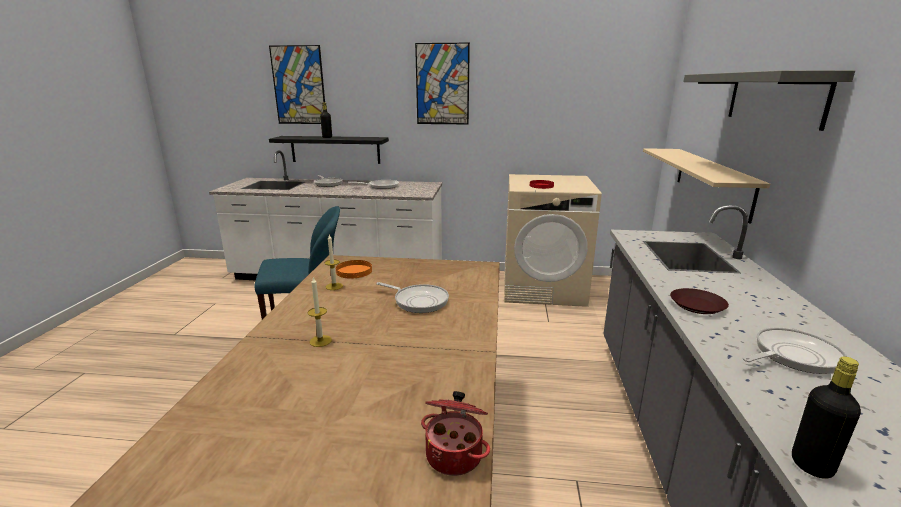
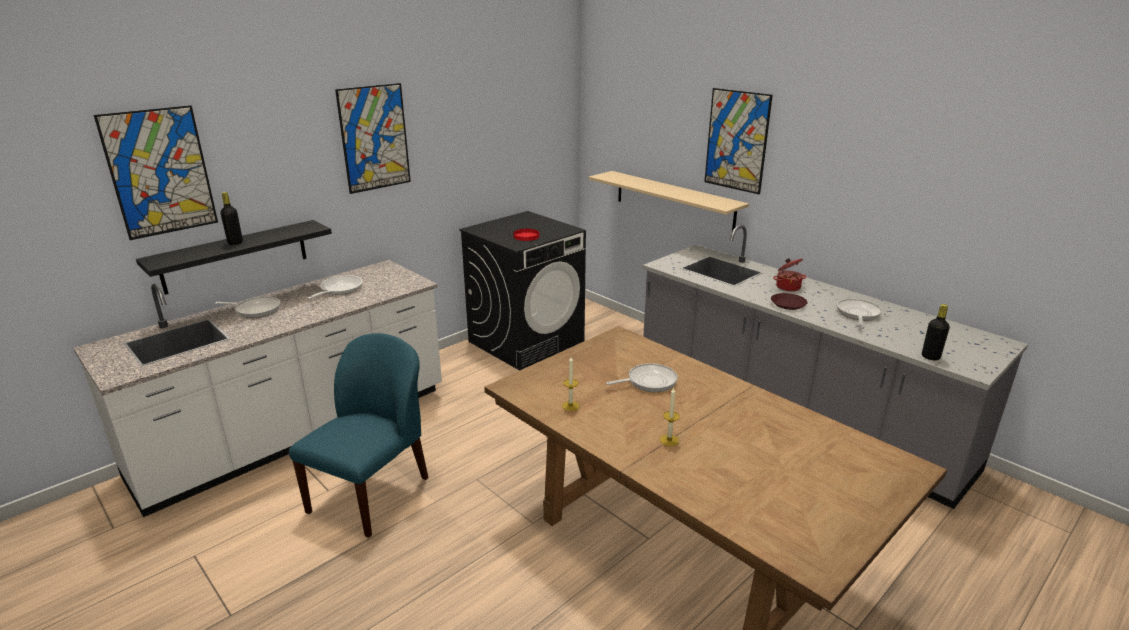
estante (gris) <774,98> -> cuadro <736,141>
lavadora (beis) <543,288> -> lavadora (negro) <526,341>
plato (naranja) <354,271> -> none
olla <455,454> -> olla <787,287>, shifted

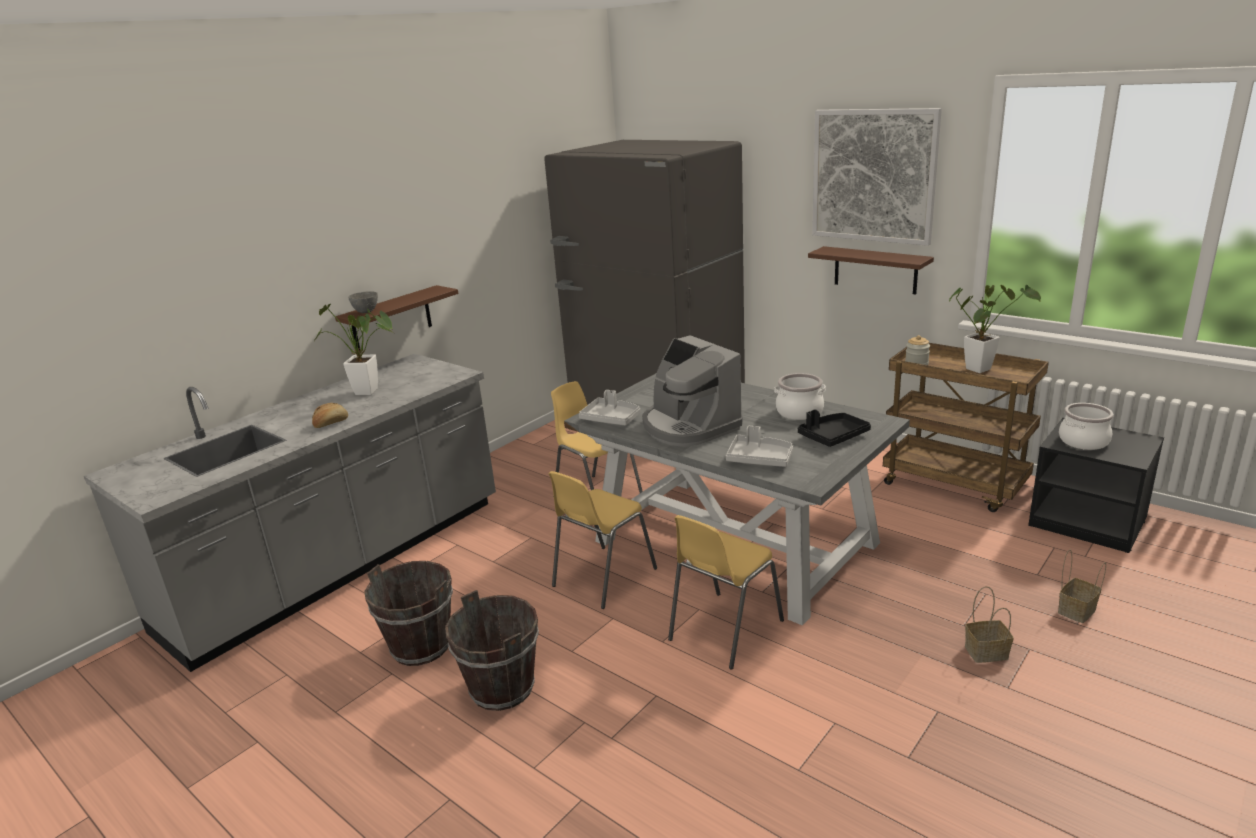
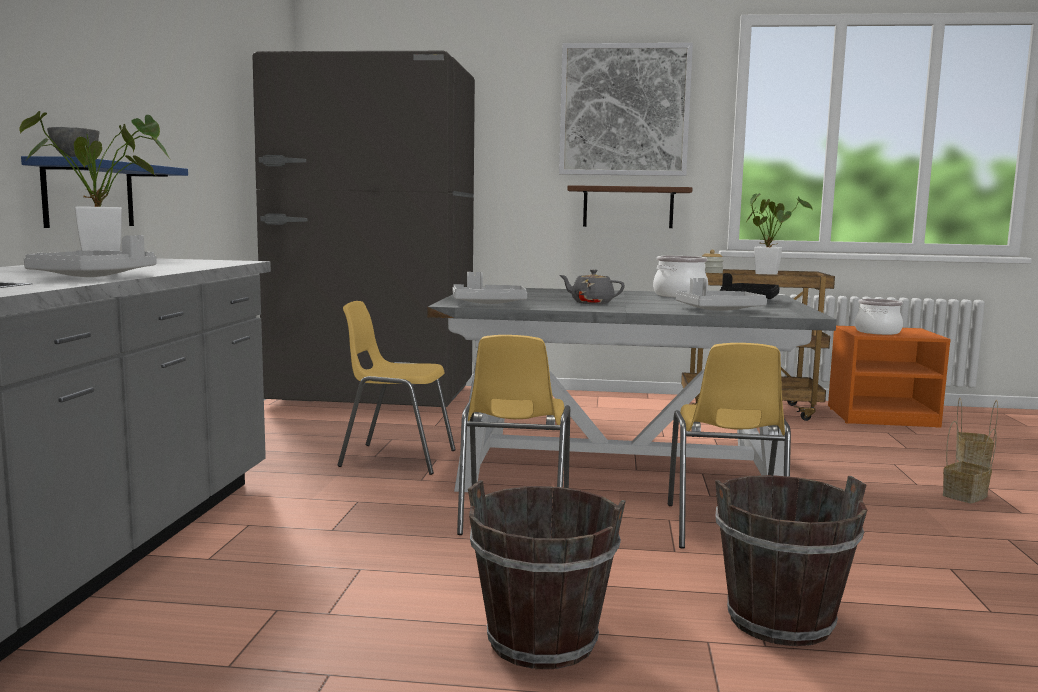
estante (marrón) <391,319> -> estante (azul) <89,195>
cafetera <689,426> -> tetera (gris) <591,303>
pan <331,423> -> bandeja (gris) <95,276>
mesita de noche (negro) <1088,522> -> mesita de noche (naranja) <882,417>
cubo (marrón) <421,646> -> cubo (marrón) <780,620>, shifted

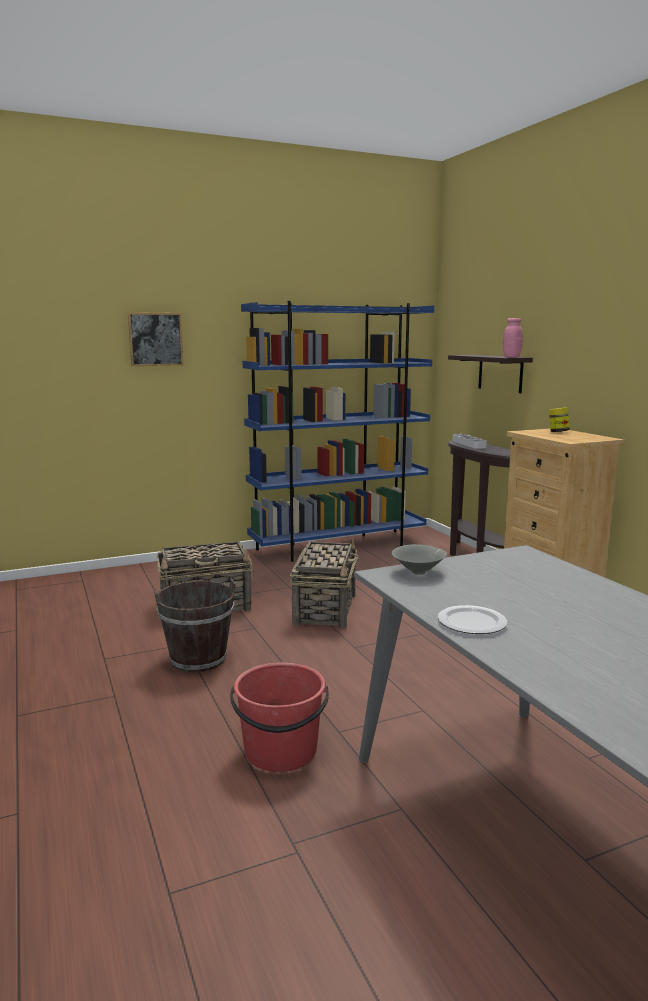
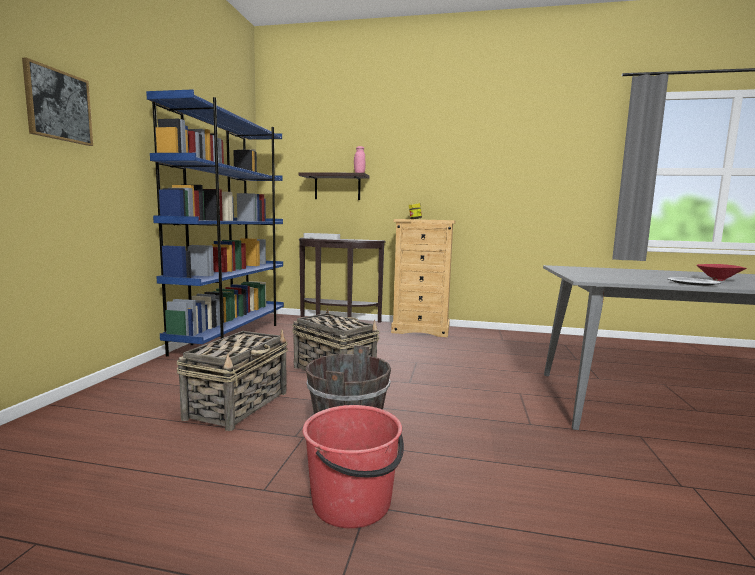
cuenco (gris) <419,572> -> none
cubo (rojo) <281,751> -> cubo (rojo) <353,502>, shifted
none -> cuenco (rojo) <719,280>

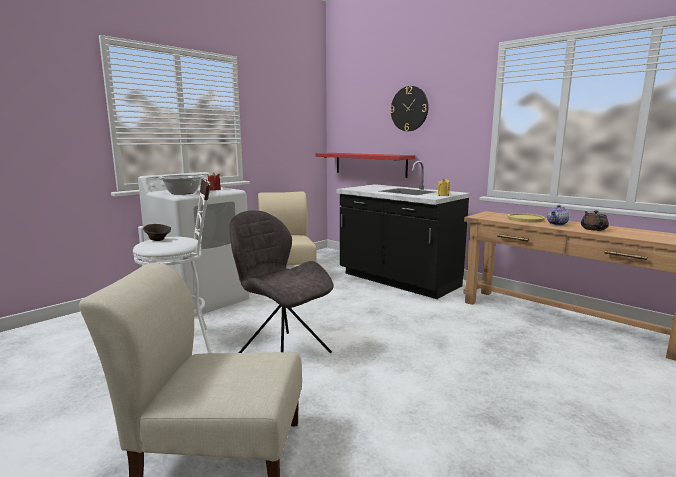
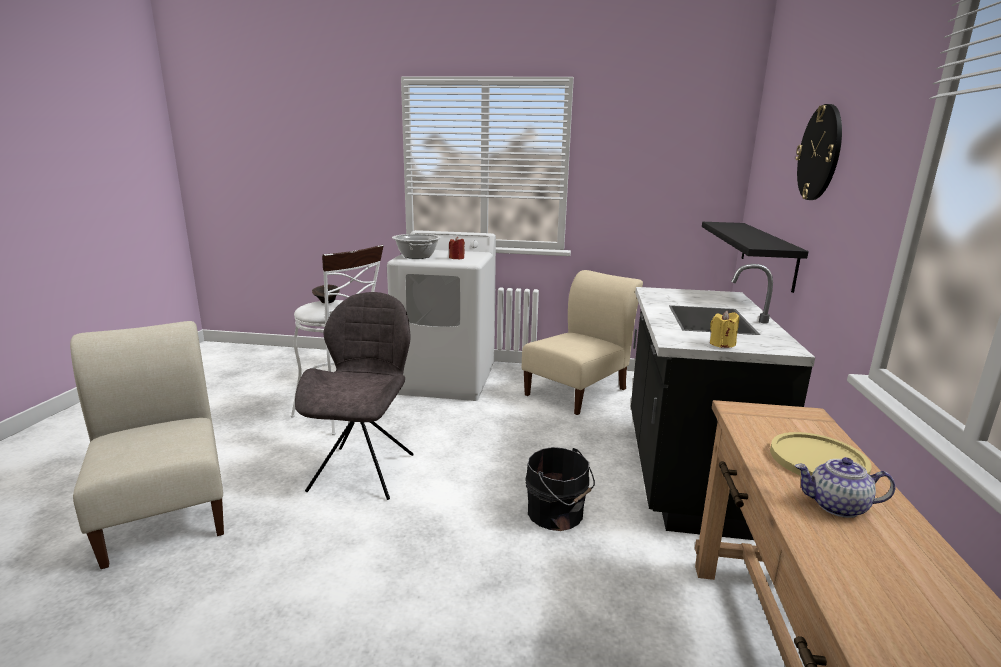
estante (rojo) <370,164> -> estante (negro) <767,254>
tetera (marrón) <593,229> -> none
none -> cubo (negro) <557,514>

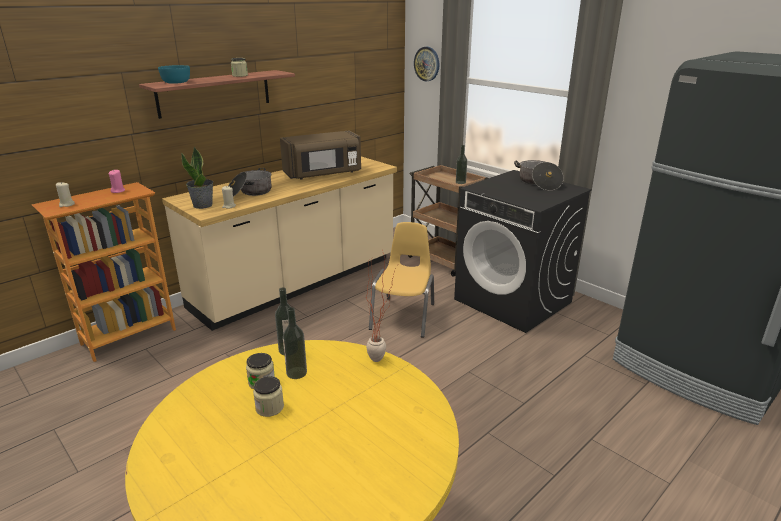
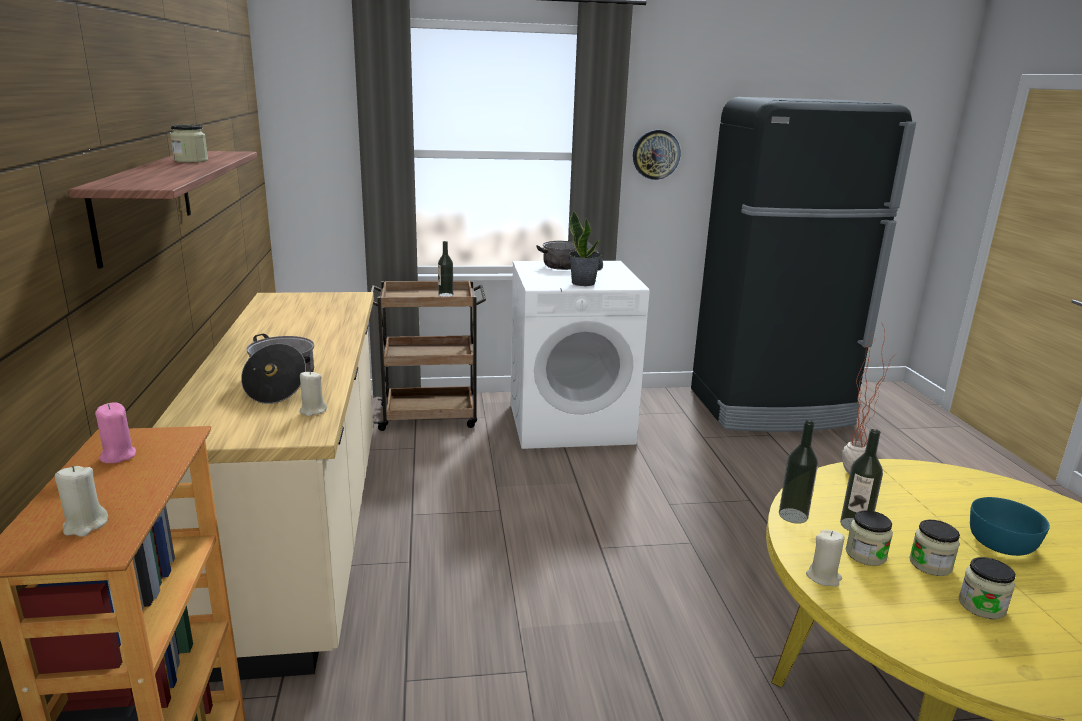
reloj de pared <427,64> -> reloj de pared <656,154>, shifted
cuenco (turquesa) <176,82> -> cuenco (turquesa) <1000,543>, shifted
microondas (marrón) <323,174> -> none
planta en maceta <203,205> -> planta en maceta <583,283>, shifted
lavadora (negro) <513,301> -> lavadora (blanco) <571,422>
silla (amarillo) <404,316> -> none
none -> vela (beis) <823,577>
none -> tarro <981,605>

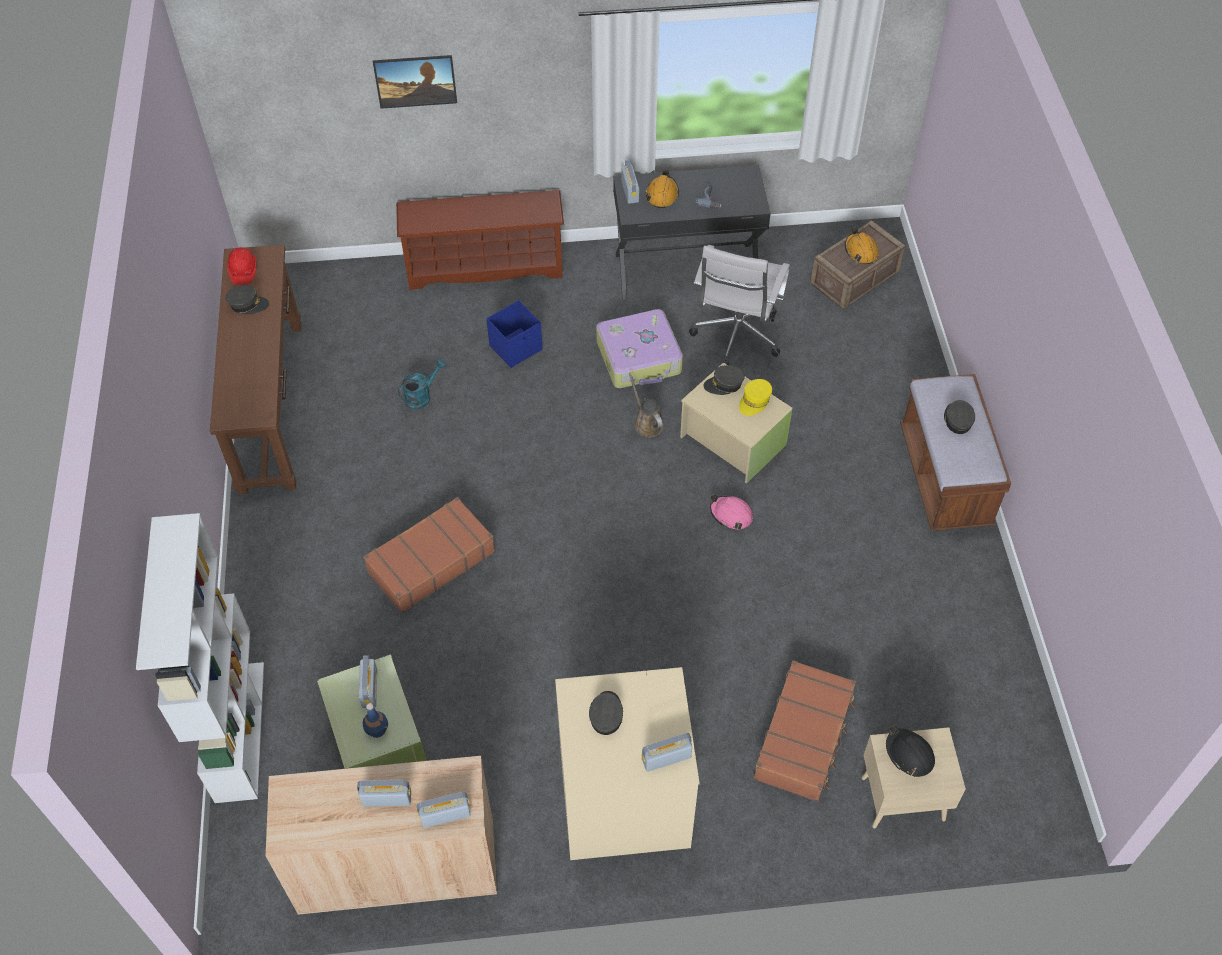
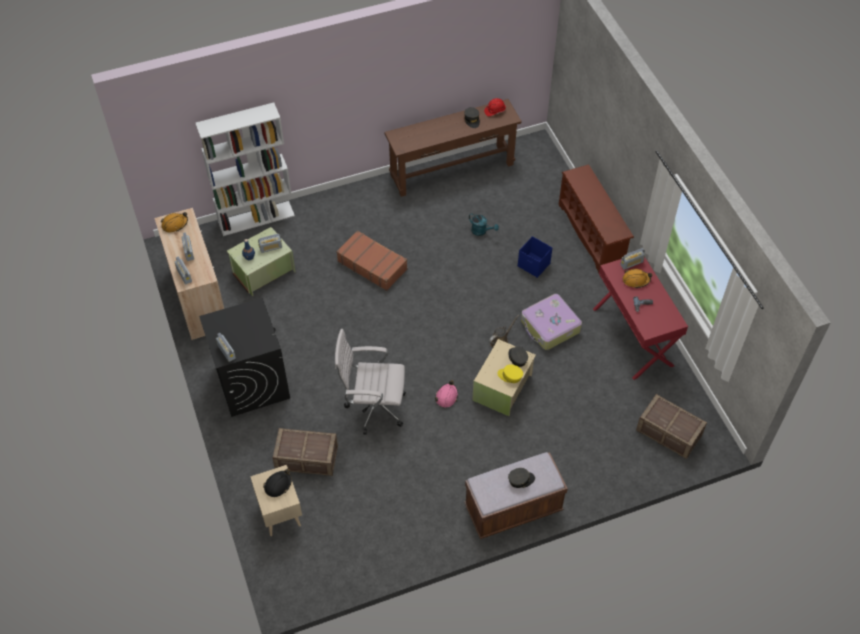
cuadro <417,93> -> none
escritorio (negro) <686,270> -> escritorio (rojo) <633,336>
casco (naranja) <860,251> -> casco (naranja) <175,224>, shifted
silla de oficina (blanco) <735,338> -> silla de oficina (blanco) <373,408>, shifted
maleta (marrón) <804,737> -> caja de embalaje <307,458>
lavadora (beis) <623,800> -> lavadora (negro) <251,381>
gorra (gris) <606,715> -> none

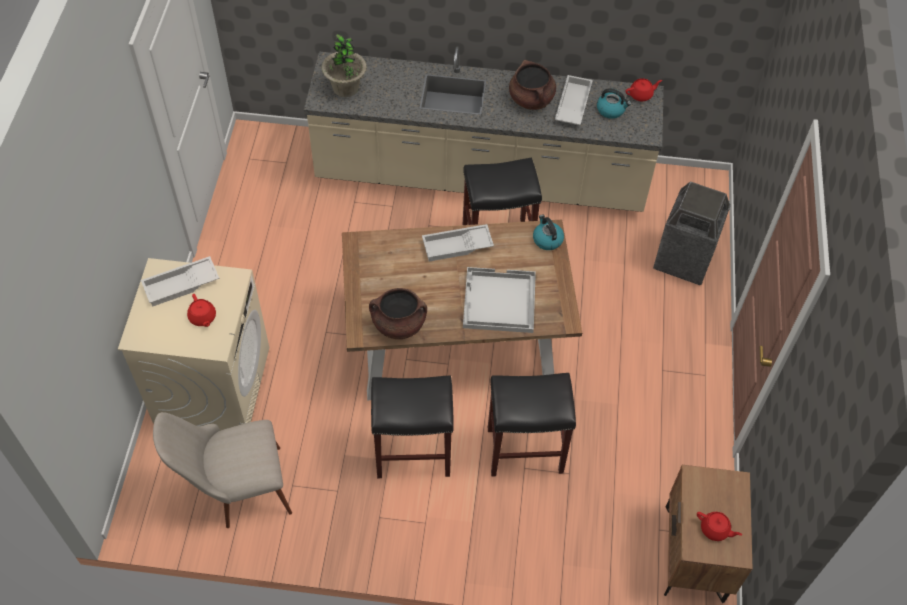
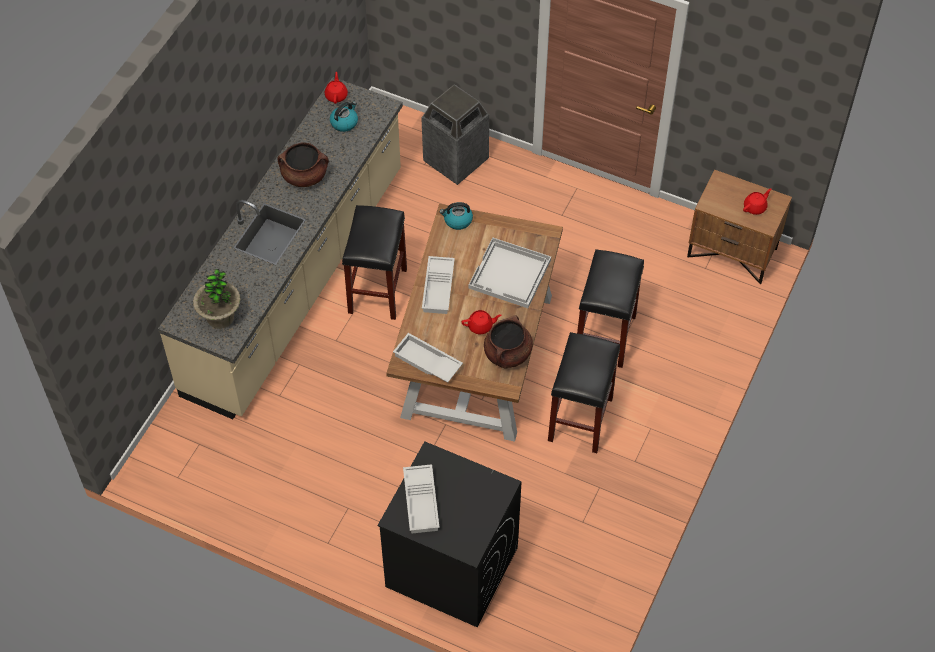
bandeja (blanco) <572,104> -> bandeja (blanco) <426,362>, shifted
lavadora (beis) <212,384> -> lavadora (negro) <451,567>
tetera (rojo) <202,317> -> tetera (rojo) <480,326>, shifted
silla (beis) <237,490> -> none

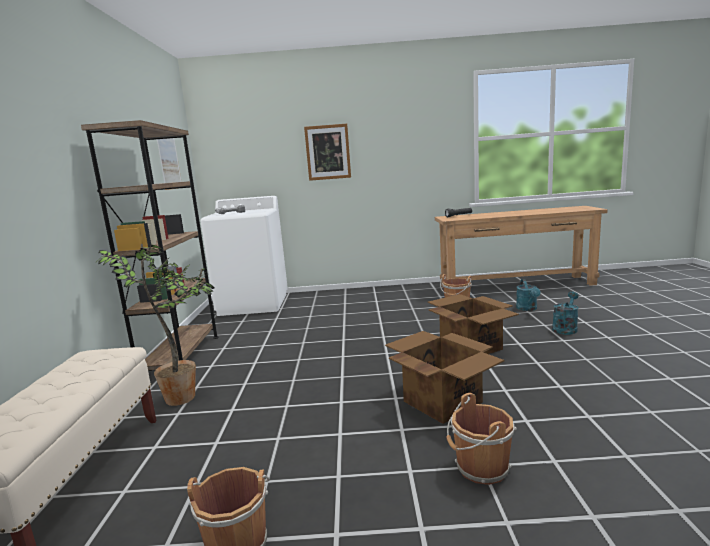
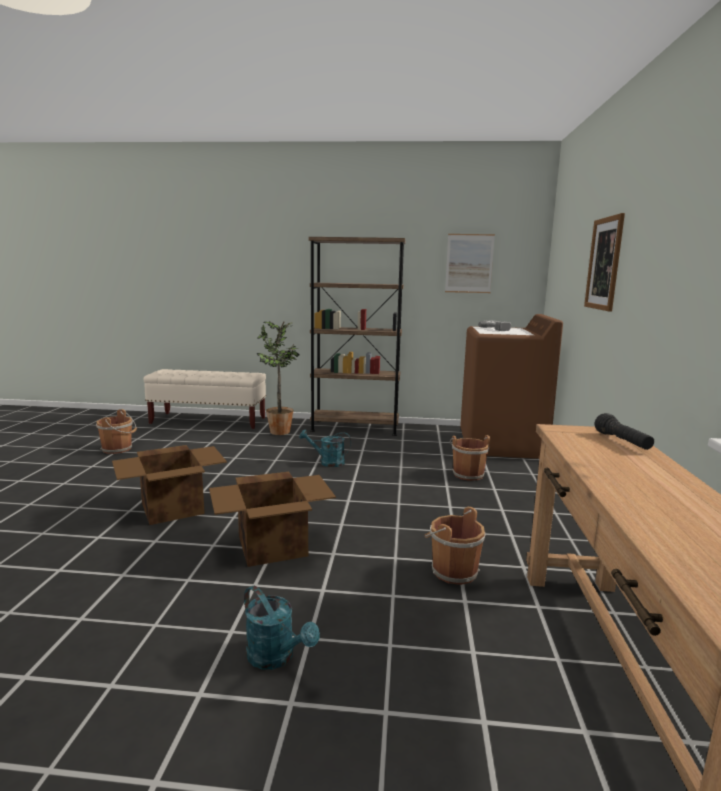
lavadora (blanco) <254,304> -> lavadora (marrón) <501,445>
regadera (turquesa) <528,309> -> regadera (turquesa) <327,462>, shifted
cubo (marrón) <480,468> -> cubo (marrón) <467,474>, shifted

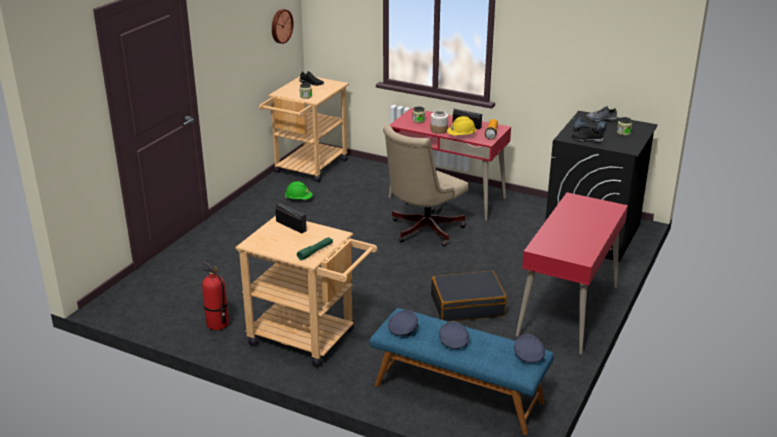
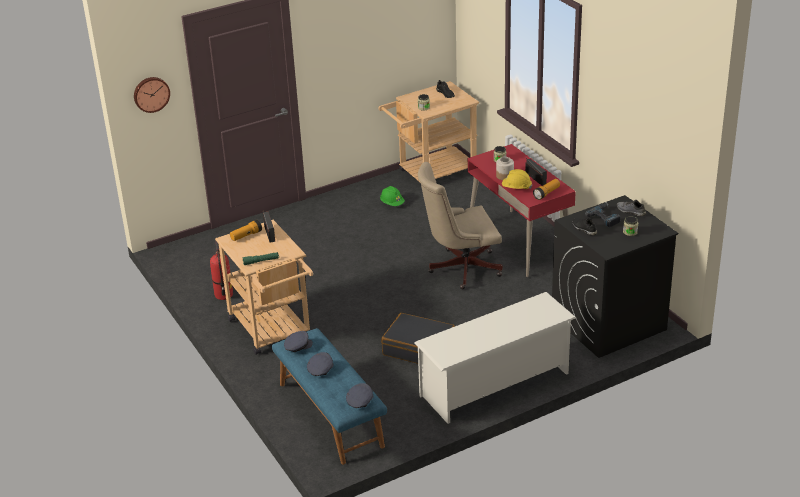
reloj de pared <280,26> -> reloj de pared <151,94>, shifted
escritorio (rojo) <569,311> -> zapatero (blanco) <495,384>
none -> linterna <246,236>

